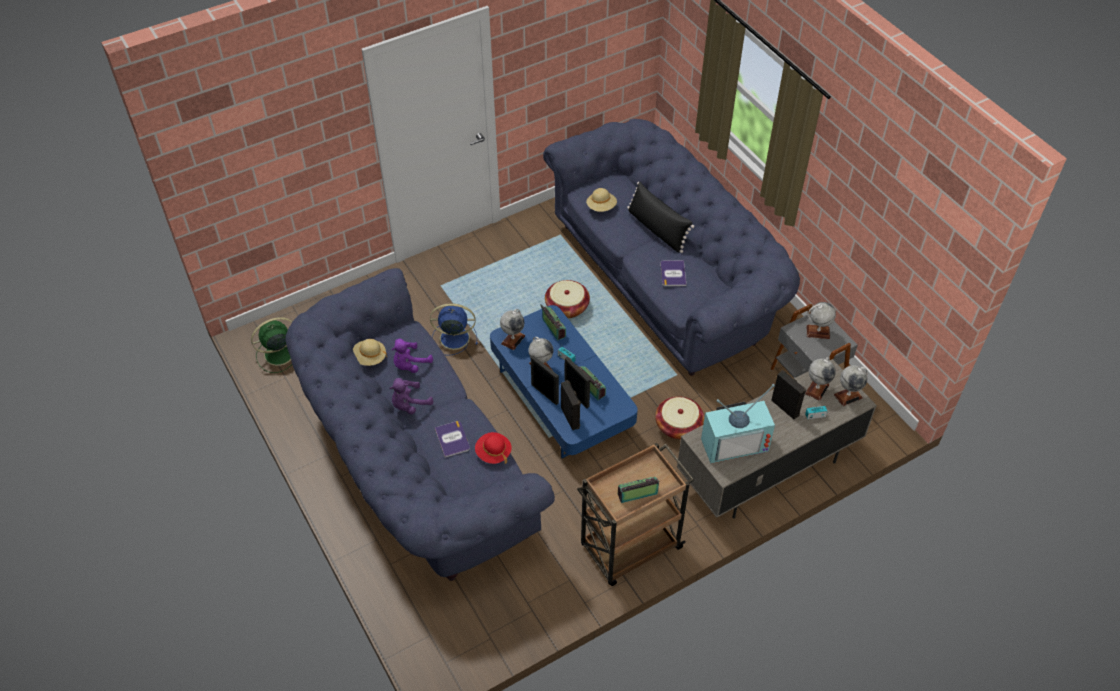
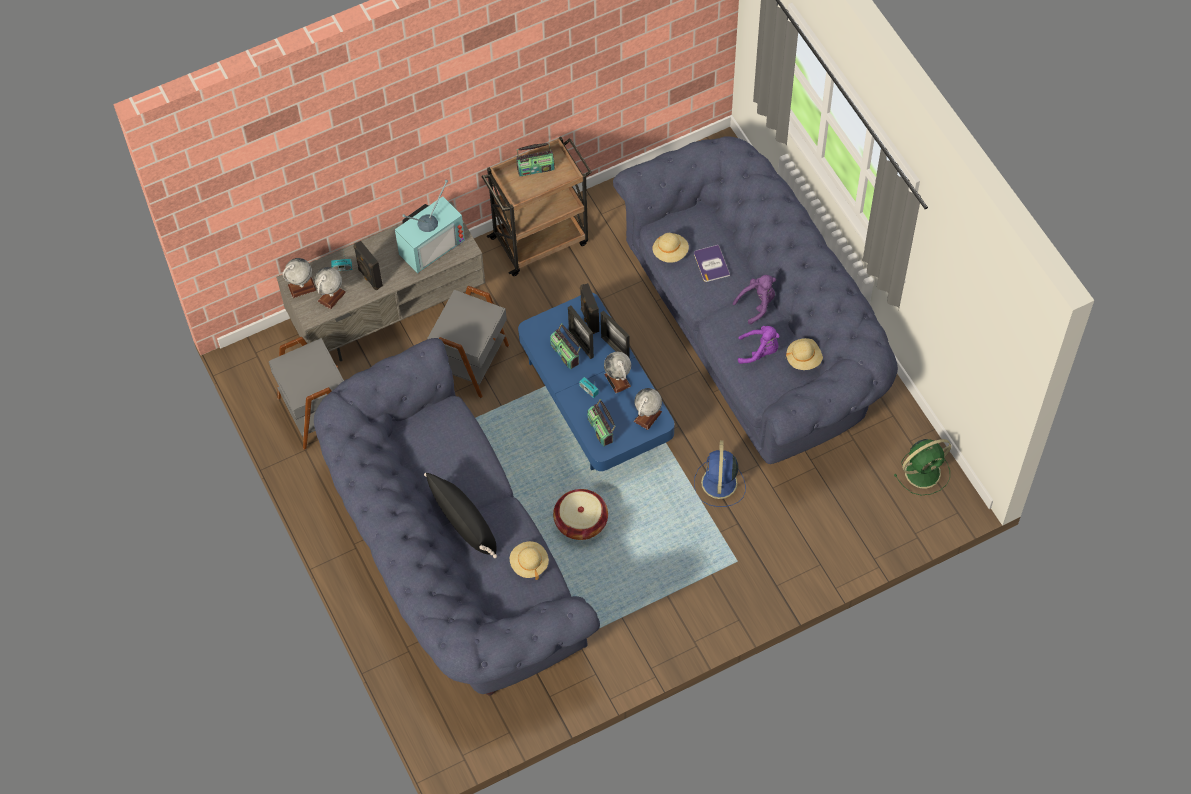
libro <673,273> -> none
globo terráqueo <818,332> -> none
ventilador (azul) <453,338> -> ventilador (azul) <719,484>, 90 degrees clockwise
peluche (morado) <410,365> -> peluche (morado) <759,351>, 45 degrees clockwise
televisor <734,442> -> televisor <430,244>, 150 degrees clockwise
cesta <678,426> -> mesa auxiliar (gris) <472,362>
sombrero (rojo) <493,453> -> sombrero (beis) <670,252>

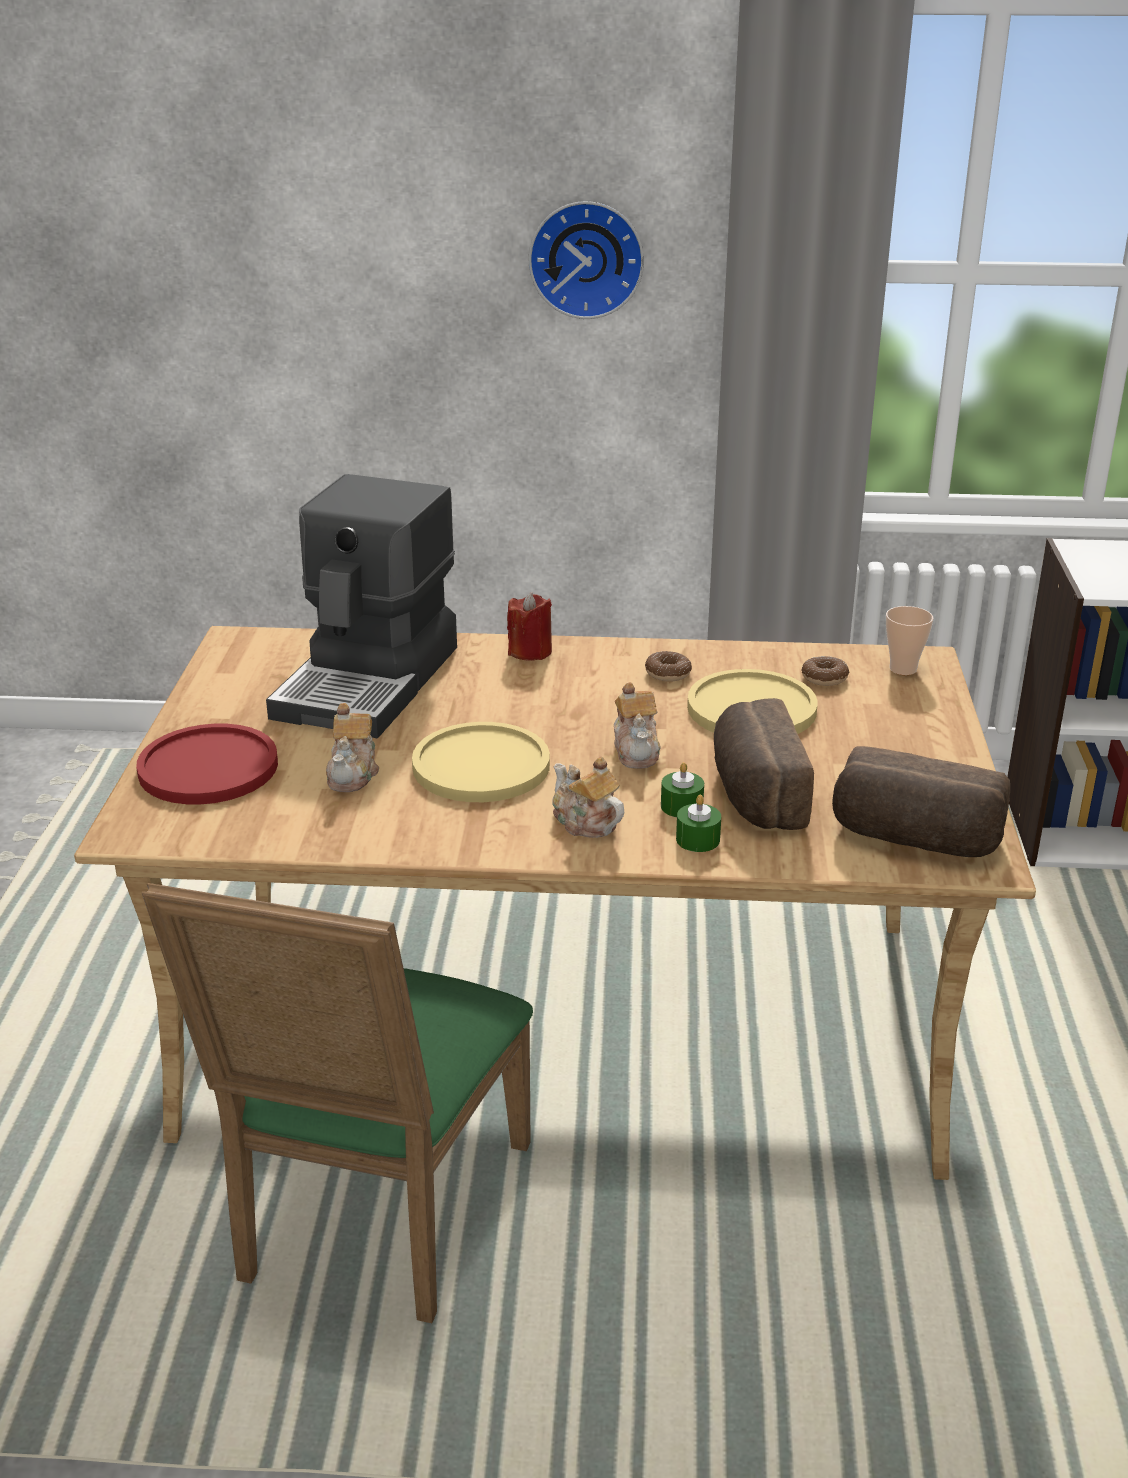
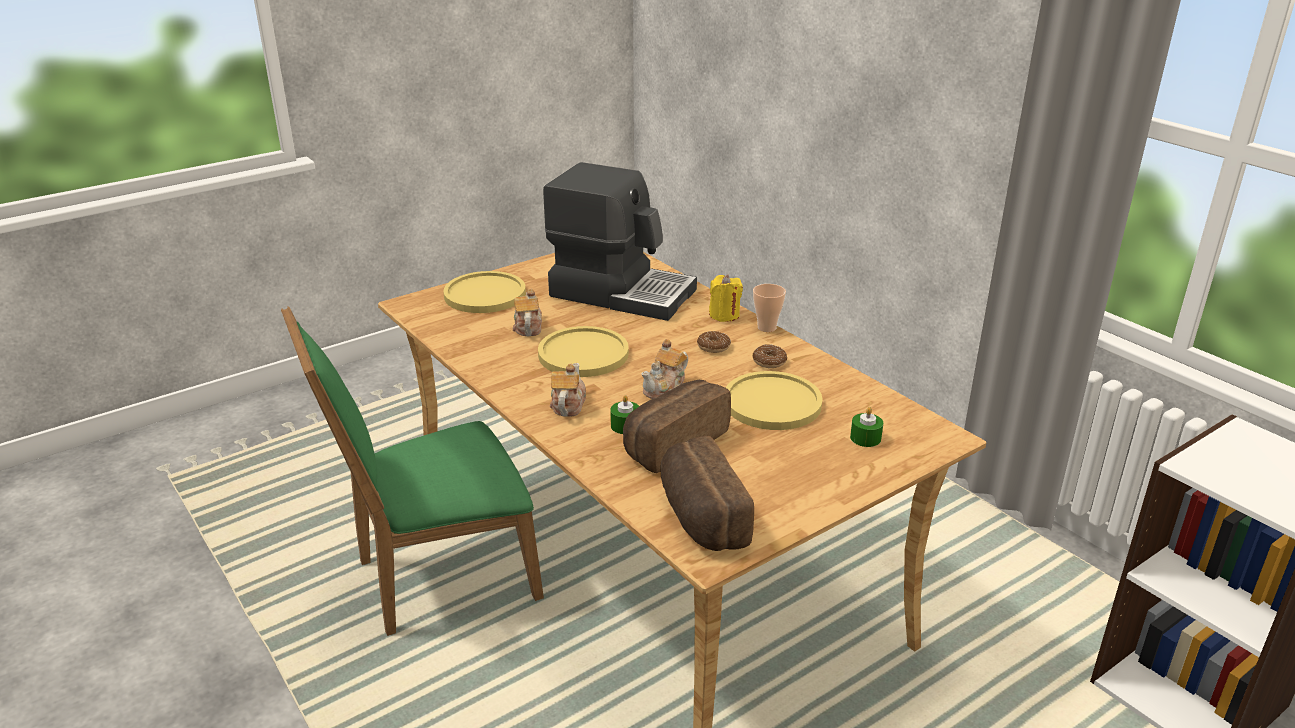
reloj de pared <586,258> -> none
cafetera <370,682> -> cafetera <622,292>, 135 degrees counterclockwise
vela (rojo) <530,652> -> vela (amarillo) <724,315>
taza <903,669> -> taza <767,328>, shifted
rosquilla <824,678> -> rosquilla <713,347>, shifted
tetera <353,774> -> tetera <528,327>, 120 degrees clockwise
plato (rojo) <208,767> -> plato (amarillo) <485,294>
vela (verde) <697,839> -> vela (verde) <865,438>, shifted

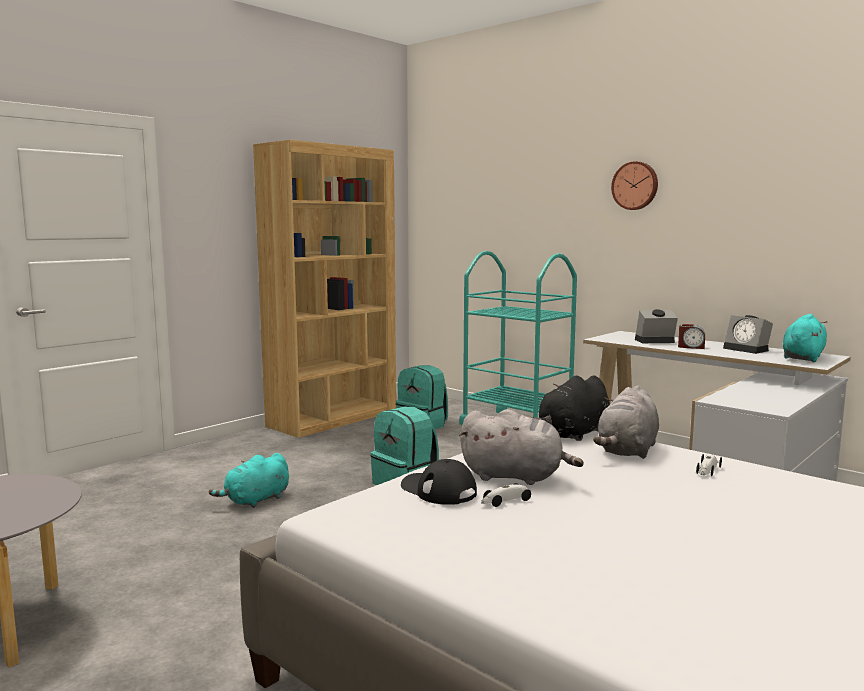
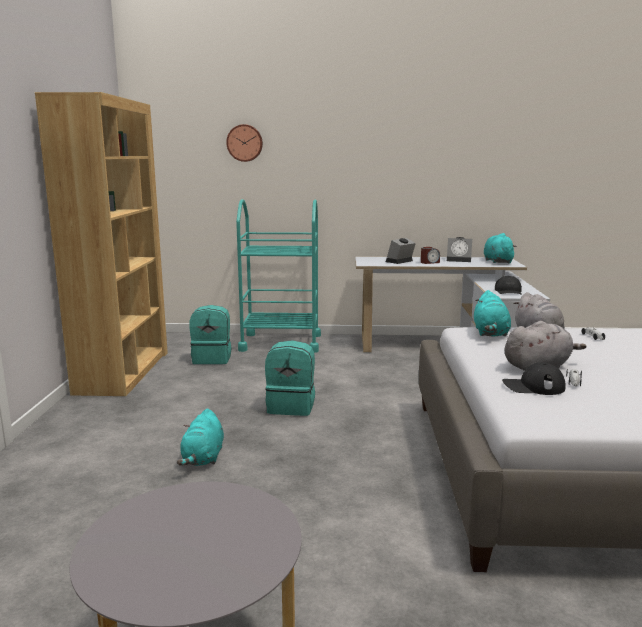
reloj de pared <635,185> -> reloj de pared <244,143>, shifted
peluche (negro) <573,435> -> peluche (turquesa) <490,333>
none -> gorra (negro) <508,291>

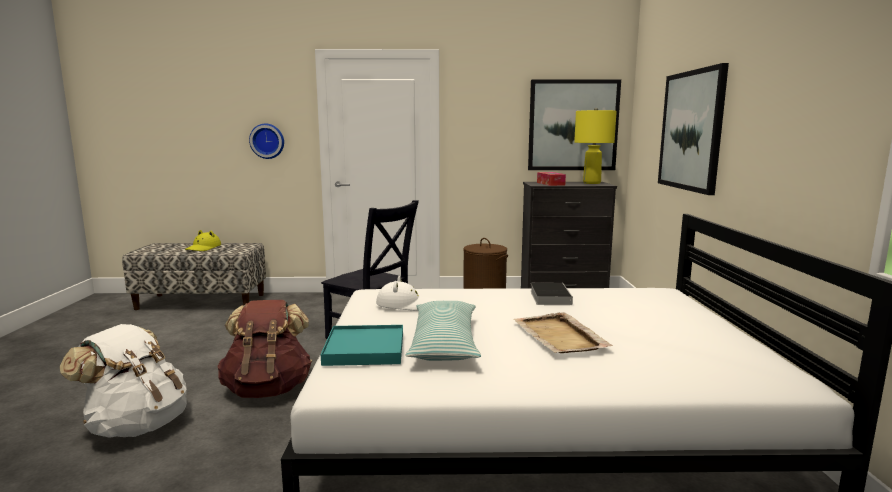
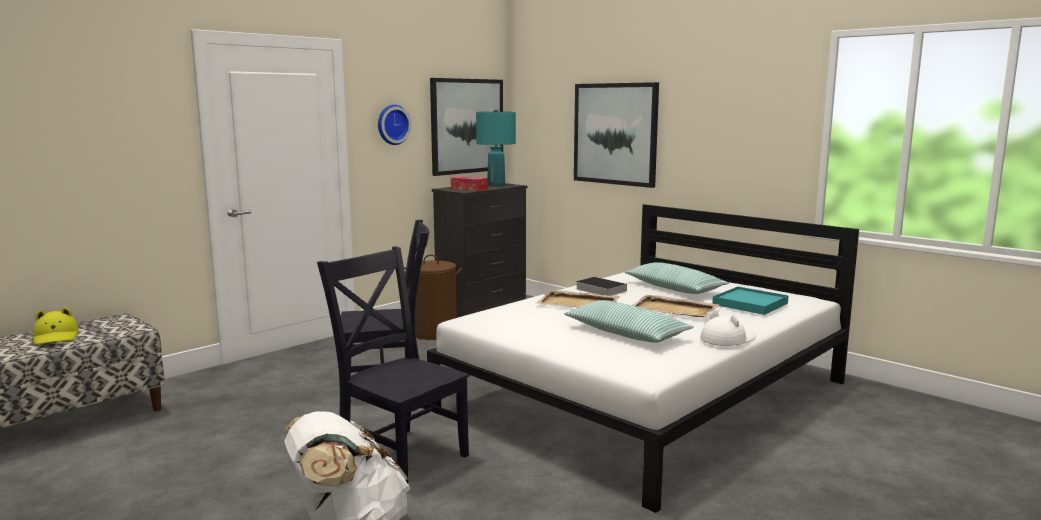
lámpara de mesa (amarillo) <592,183> -> lámpara de mesa (turquesa) <496,184>
reloj de pared <267,141> -> reloj de pared <392,124>, shifted
sombrero (blanco) <406,304> -> sombrero (blanco) <727,339>, shifted
mochila (marrón) <268,389> -> silla (negro) <400,455>
bandeja (turquesa) <364,349> -> bandeja (turquesa) <749,304>, shifted
none -> cojín <674,288>
none -> bandeja (beis) <579,303>

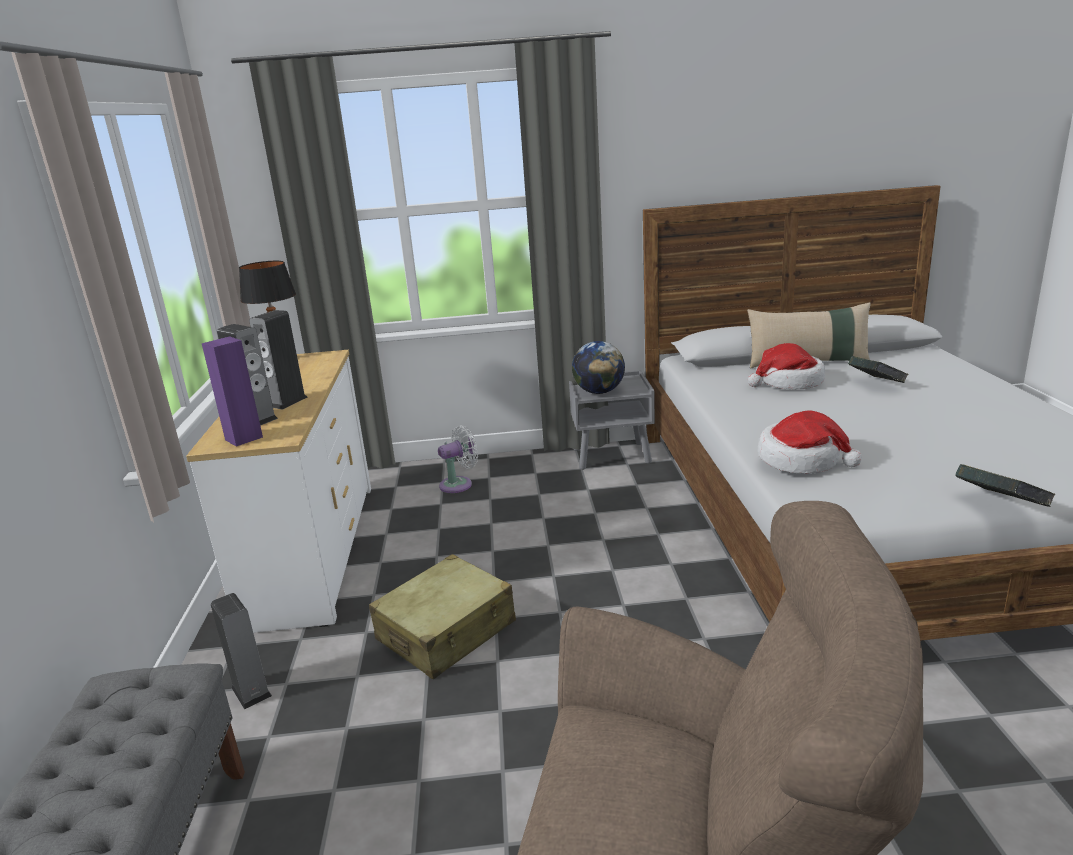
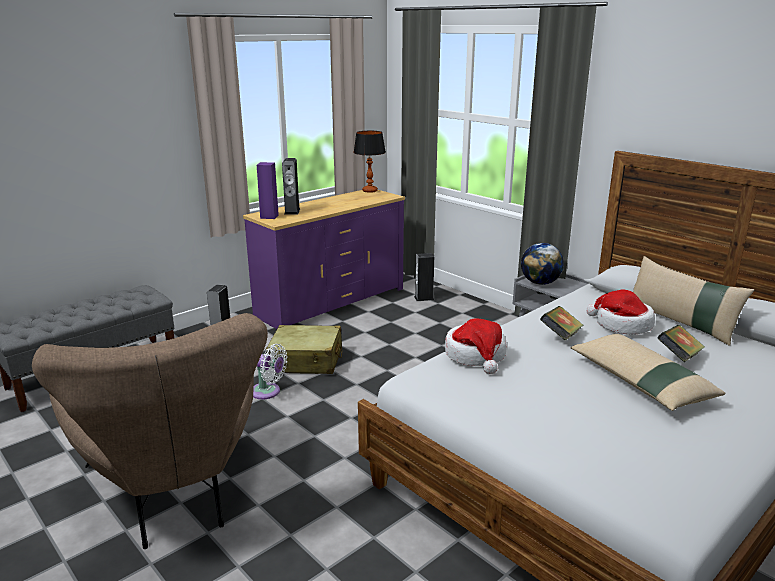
altavoz <286,402> -> altavoz <424,298>, shifted
cómoda (blanco) <313,551> -> cómoda (morado) <331,302>
ventilador (blanco) <459,484> -> ventilador (blanco) <268,392>, shifted
libro <999,506> -> libro <560,336>, shifted
none -> cojín (beis) <640,382>

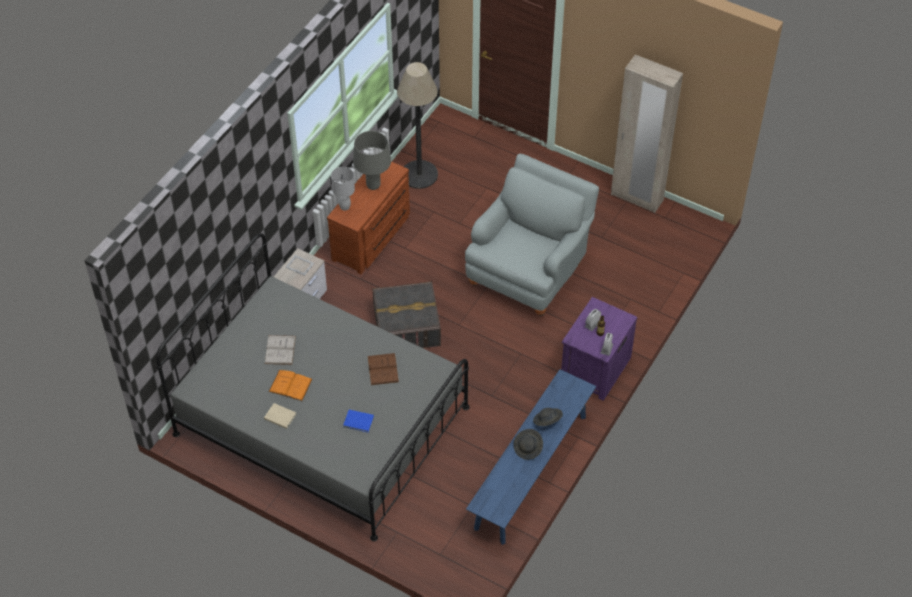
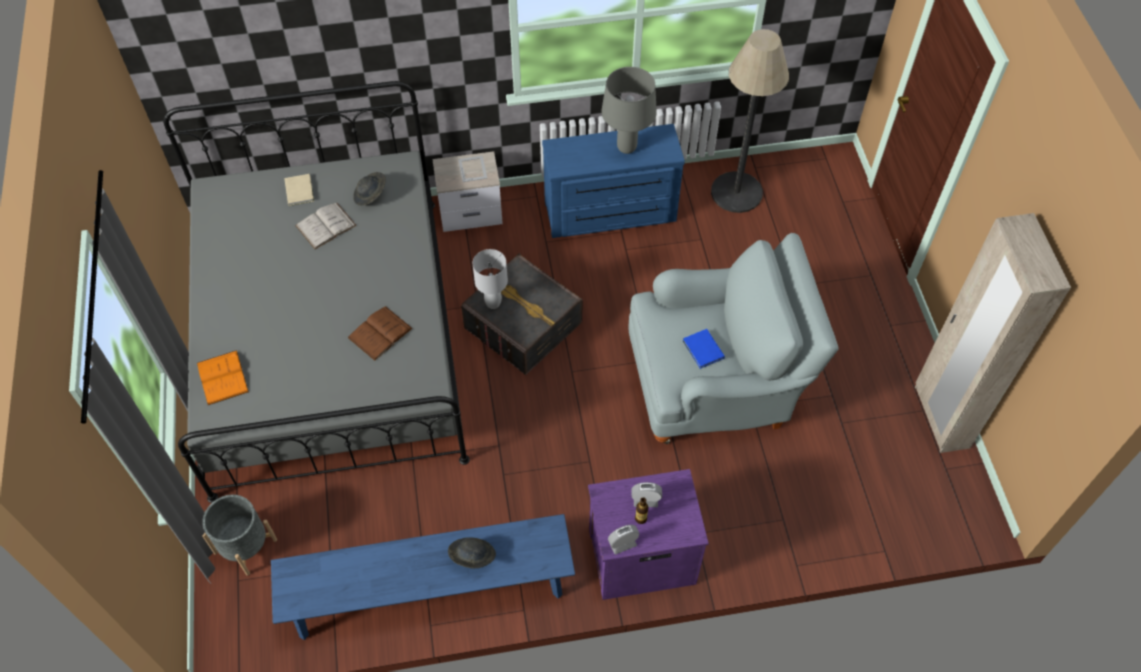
cómoda (marrón) <373,237> -> cómoda (azul) <611,213>
lámpara de mesa (blanco) <344,207> -> lámpara de mesa (blanco) <493,303>, shifted
libro (naranja) <290,385> -> libro (naranja) <222,377>, shifted
libro (beis) <279,416> -> libro (beis) <300,190>, shifted
libro (azul) <359,422> -> libro (azul) <703,350>, shifted
sombrero (gris) <528,448> -> sombrero (gris) <370,195>, shifted
none -> maceta (gris) <245,546>

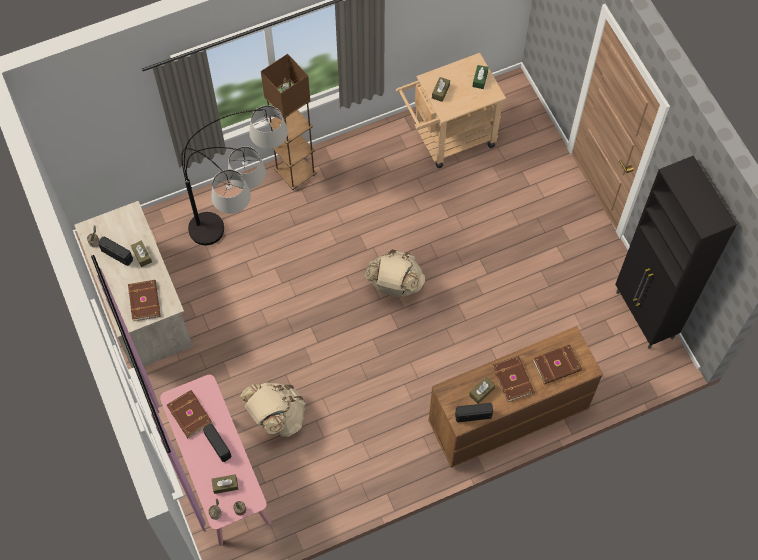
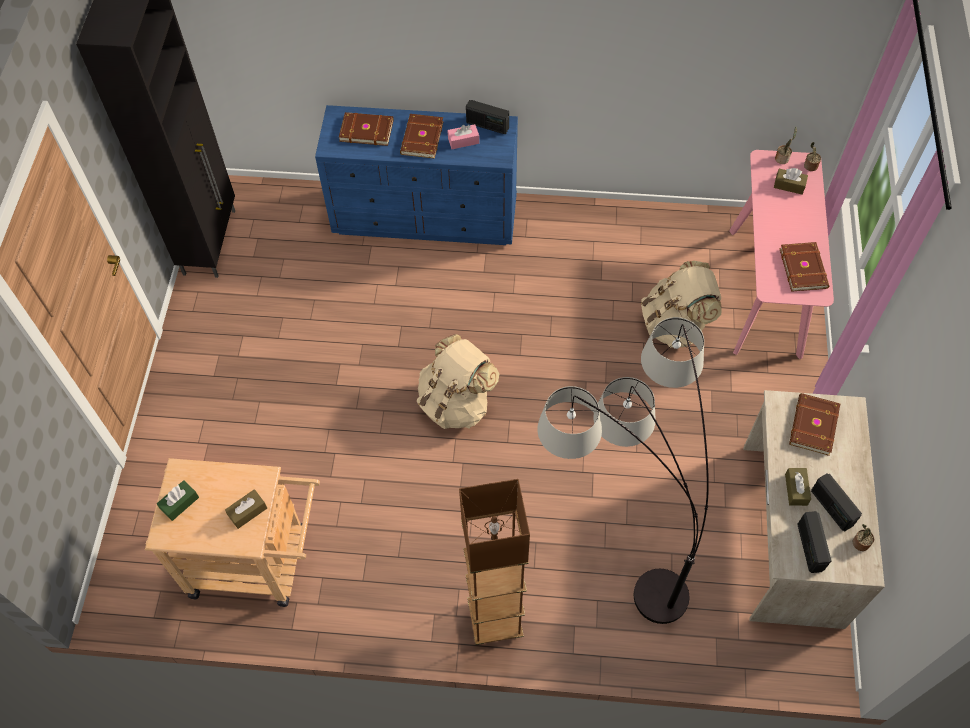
cómoda (marrón) <507,416> -> cómoda (azul) <426,216>
caja de pañuelos (marrón) <481,392> -> caja de pañuelos (rosa) <463,141>
radio <218,445> -> radio <809,547>, shifted

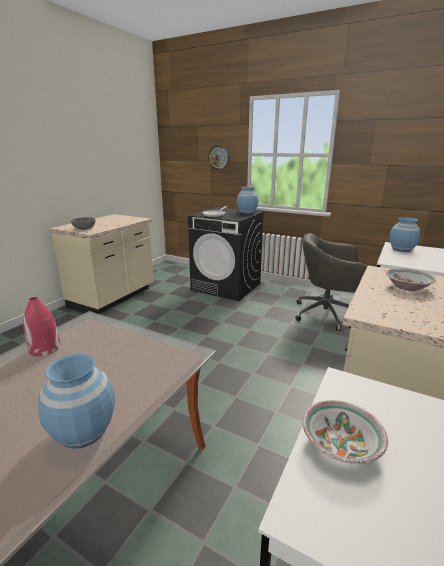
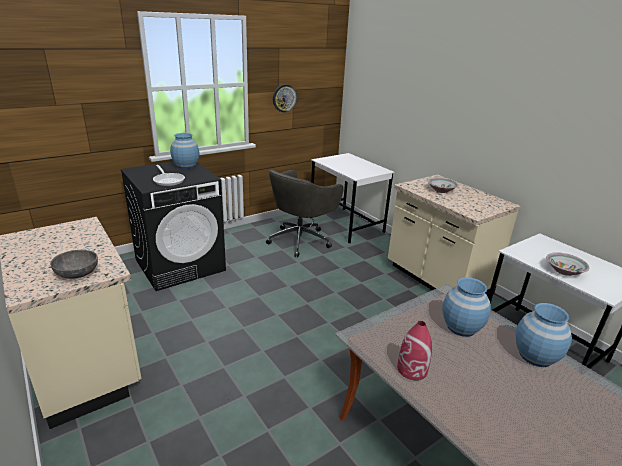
reloj de pared <218,157> -> reloj de pared <284,98>, shifted
florero (azul) <401,249> -> florero (azul) <461,327>, shifted

